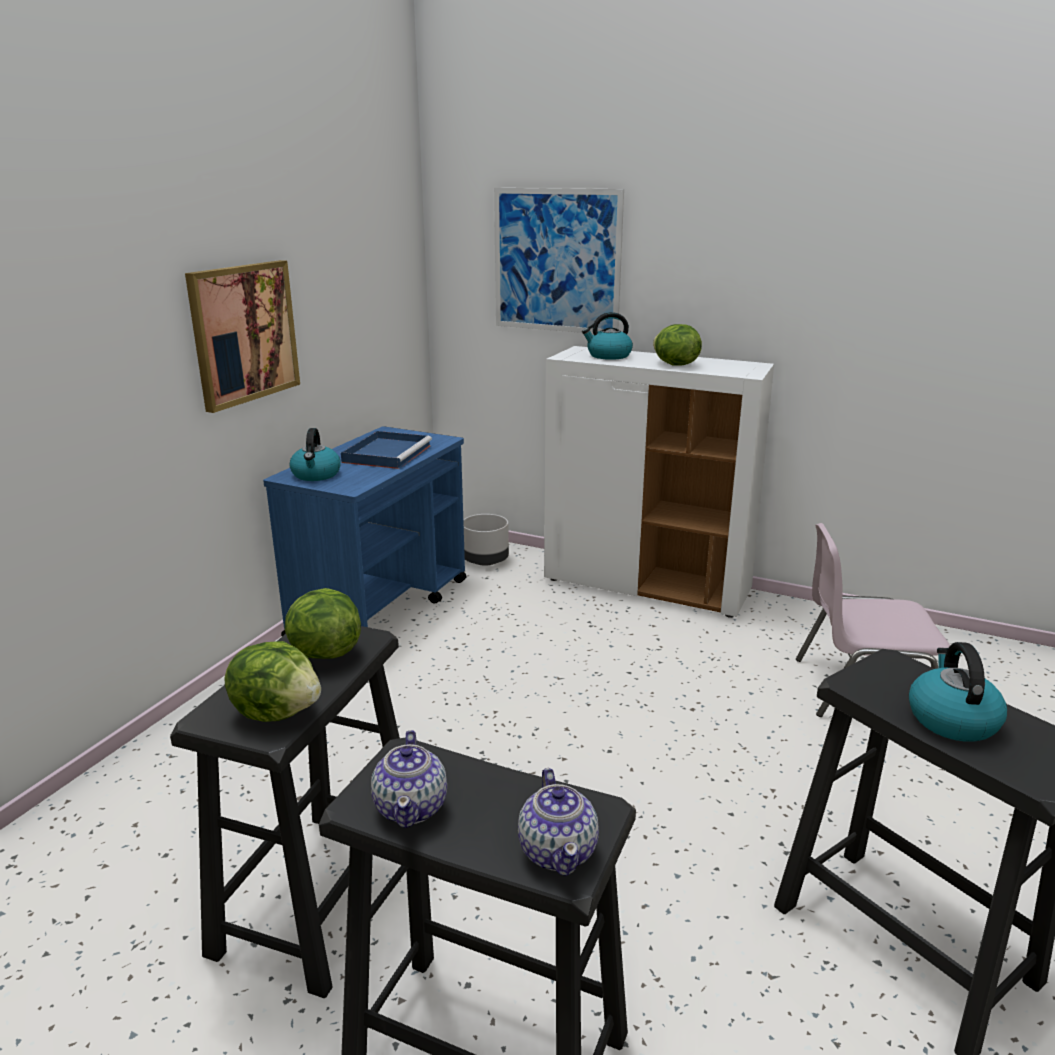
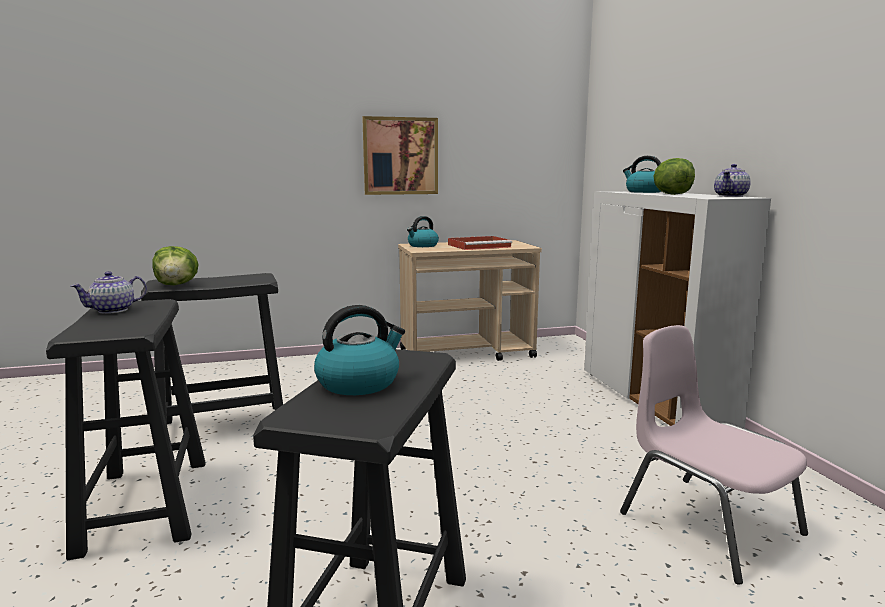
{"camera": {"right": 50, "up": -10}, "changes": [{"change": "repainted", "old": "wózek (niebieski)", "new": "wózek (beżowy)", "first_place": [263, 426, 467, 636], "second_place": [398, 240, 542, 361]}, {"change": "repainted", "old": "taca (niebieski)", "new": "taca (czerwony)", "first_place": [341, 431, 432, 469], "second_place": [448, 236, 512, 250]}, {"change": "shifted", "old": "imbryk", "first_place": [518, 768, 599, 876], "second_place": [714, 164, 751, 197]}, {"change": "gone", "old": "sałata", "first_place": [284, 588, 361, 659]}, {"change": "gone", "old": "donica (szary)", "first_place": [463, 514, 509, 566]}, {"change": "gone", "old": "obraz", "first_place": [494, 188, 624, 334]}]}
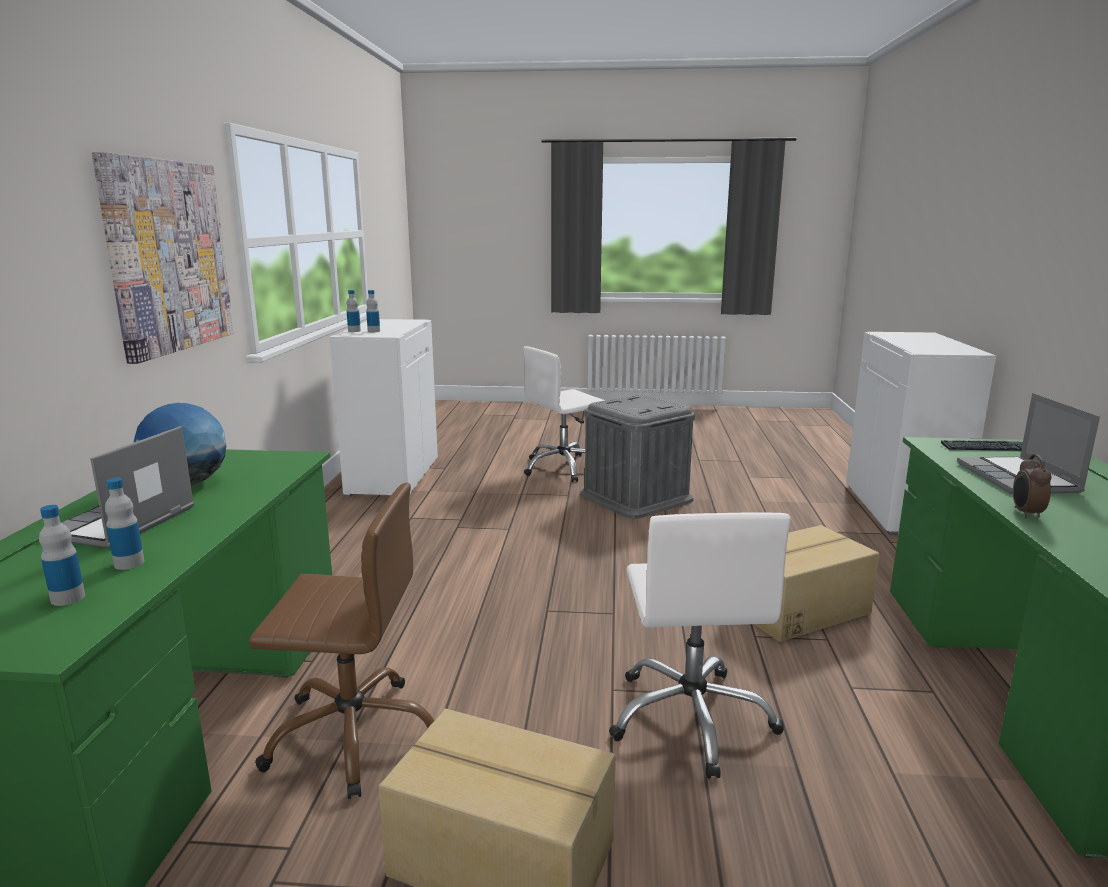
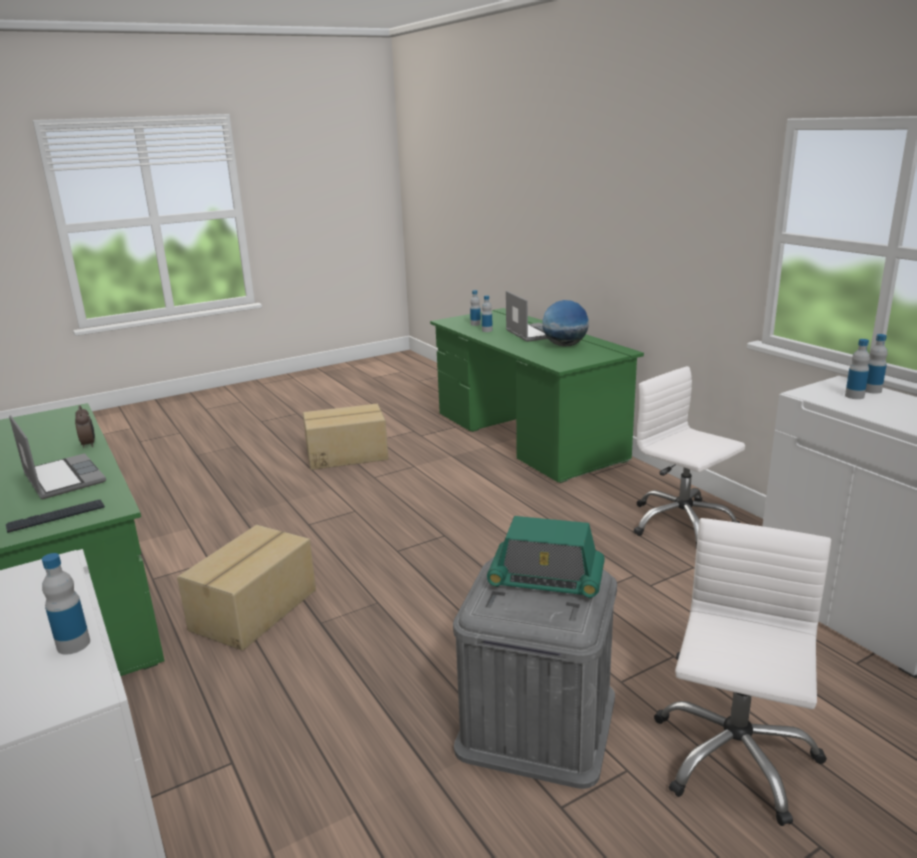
{"camera": {"right": 145, "up": 5}, "changes": [{"change": "new", "new": "butelka", "second_place": [42, 553, 90, 655]}, {"change": "new", "new": "radio", "second_place": [487, 516, 605, 598]}, {"change": "shifted", "old": "krzesło biurowe (biały)", "first_place": [609, 512, 791, 779], "second_place": [634, 366, 745, 548]}, {"change": "gone", "old": "obraz", "first_place": [92, 152, 234, 364]}, {"change": "gone", "old": "krzesło biurowe (brązowy)", "first_place": [249, 483, 434, 799]}]}
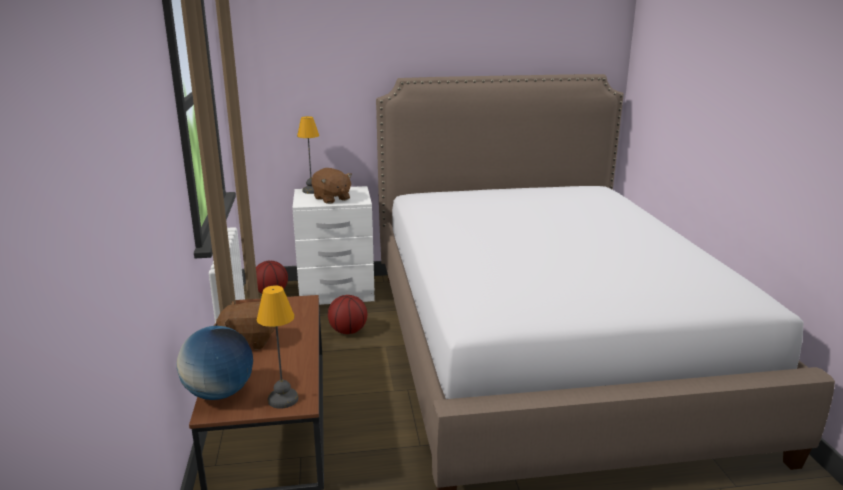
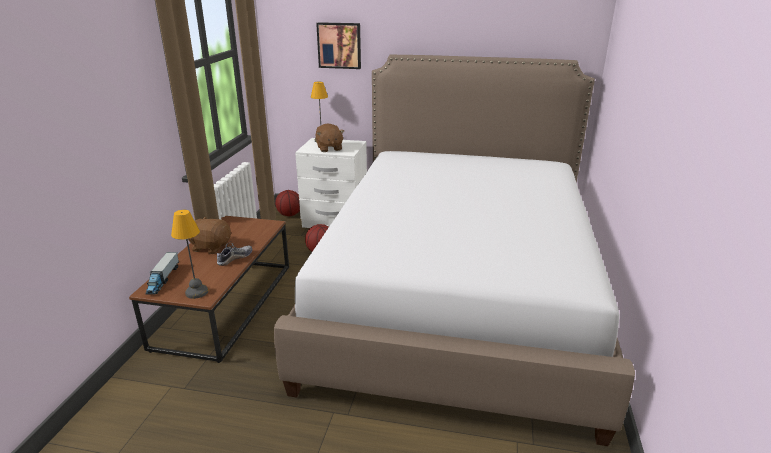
{"camera": {"right": 20, "up": 5}, "changes": [{"change": "swapped", "old": "globus", "new": "ciężarówka zabawkowa", "first_place": [177, 326, 253, 400], "second_place": [145, 252, 179, 295]}, {"change": "new", "new": "but", "second_place": [217, 242, 252, 266]}, {"change": "new", "new": "obraz", "second_place": [316, 22, 361, 69]}]}
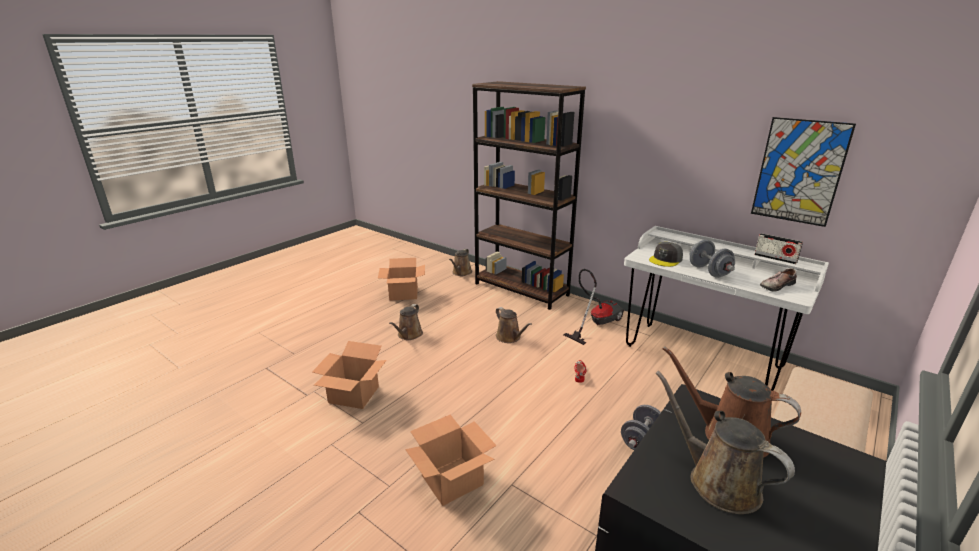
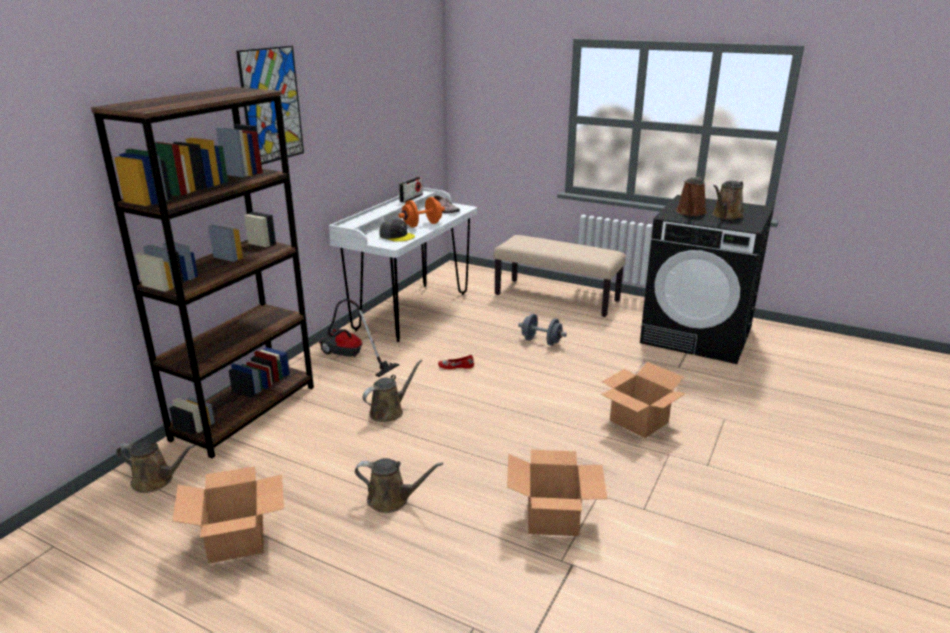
{"camera": {"right": -100, "up": 0}, "changes": [{"change": "shifted", "old": "obraz", "first_place": [751, 117, 856, 227], "second_place": [236, 46, 304, 165]}, {"change": "repainted", "old": "hantel (szary)", "new": "hantel (pomarańczowy)", "first_place": [690, 240, 735, 278], "second_place": [399, 197, 445, 228]}]}
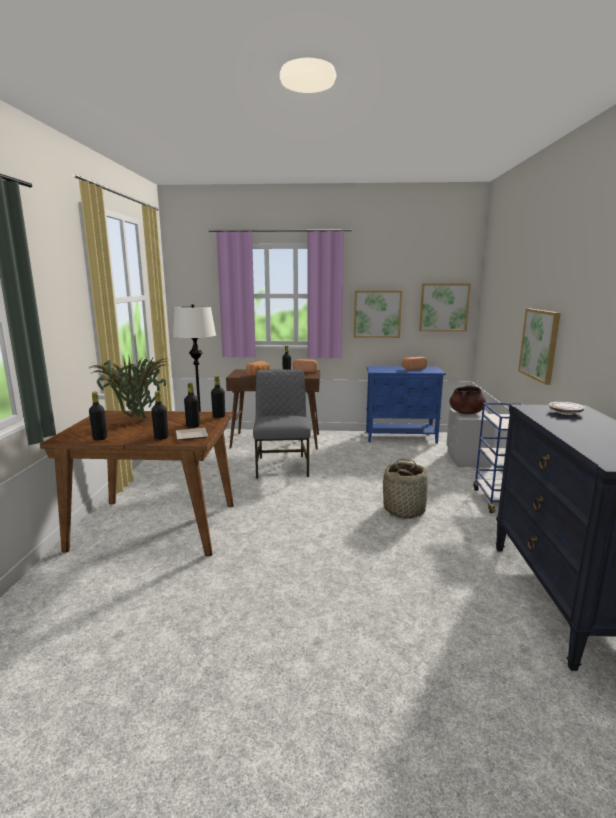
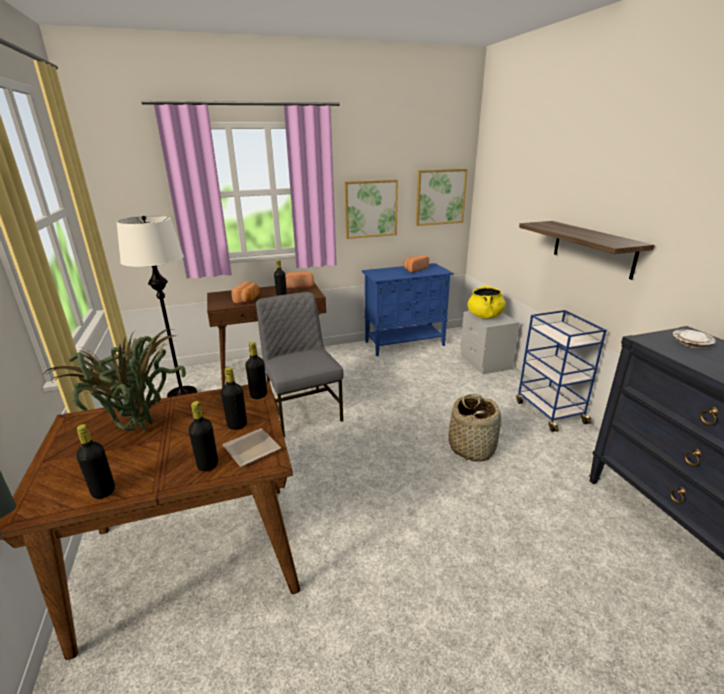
{"camera": {"right": -20, "up": 10}, "changes": [{"change": "repainted", "old": "garnek (brązowy)", "new": "garnek (żółty)", "first_place": [450, 385, 486, 414], "second_place": [467, 285, 506, 319]}, {"change": "swapped", "old": "obraz", "new": "półka", "first_place": [518, 308, 560, 385], "second_place": [519, 221, 655, 280]}]}
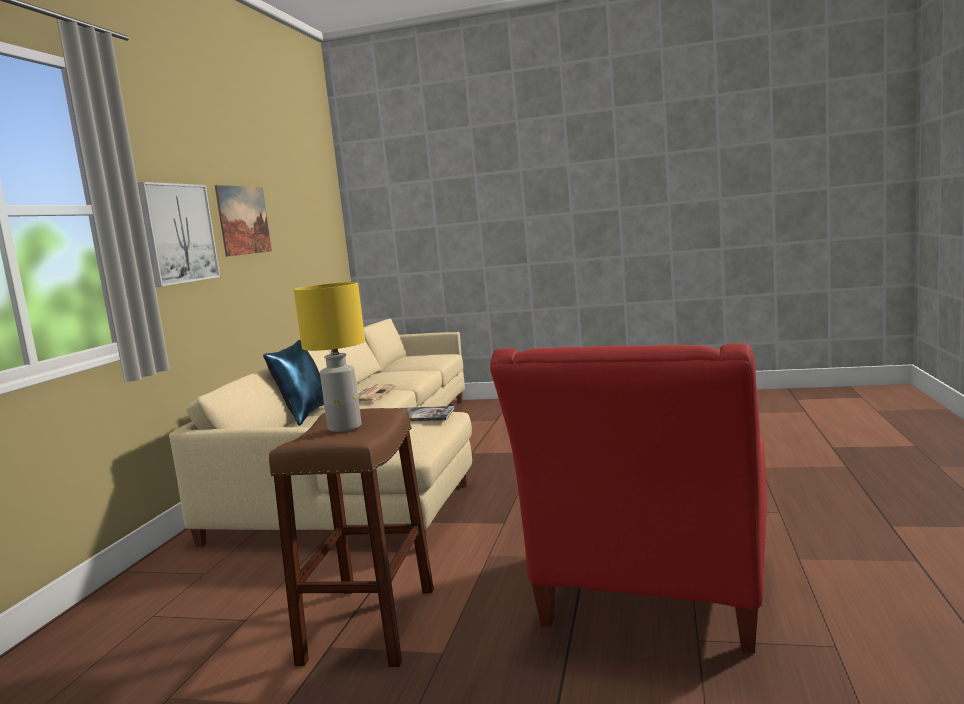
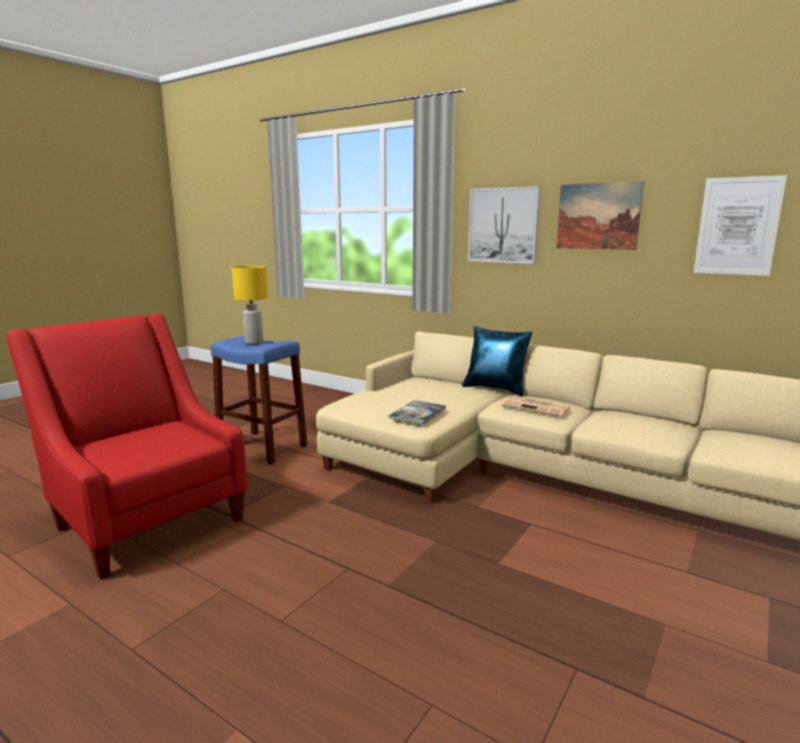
{"camera": {"right": 110, "up": 5}, "changes": [{"change": "repainted", "old": "stołek (brązowy)", "new": "stołek (niebieski)", "first_place": [269, 408, 434, 667], "second_place": [211, 336, 307, 465]}, {"change": "new", "new": "obraz", "second_place": [694, 175, 787, 276]}]}
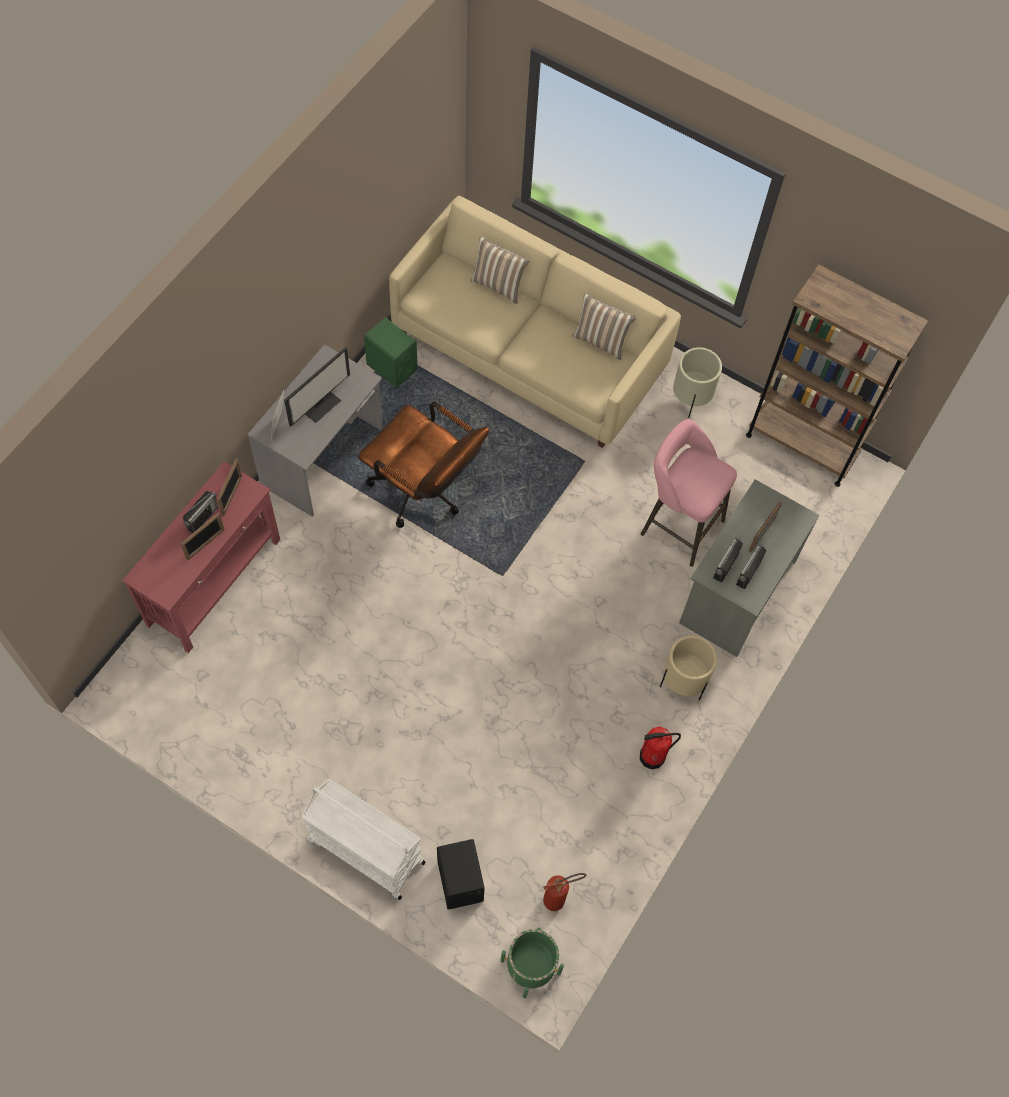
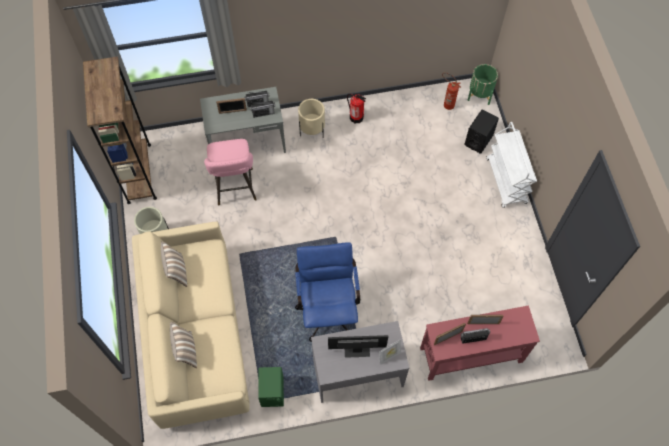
{"camera": {"right": -130, "up": 0}, "changes": [{"change": "repainted", "old": "krzesło biurowe (brązowy)", "new": "krzesło biurowe (niebieski)", "first_place": [358, 401, 489, 528], "second_place": [295, 242, 360, 342]}]}
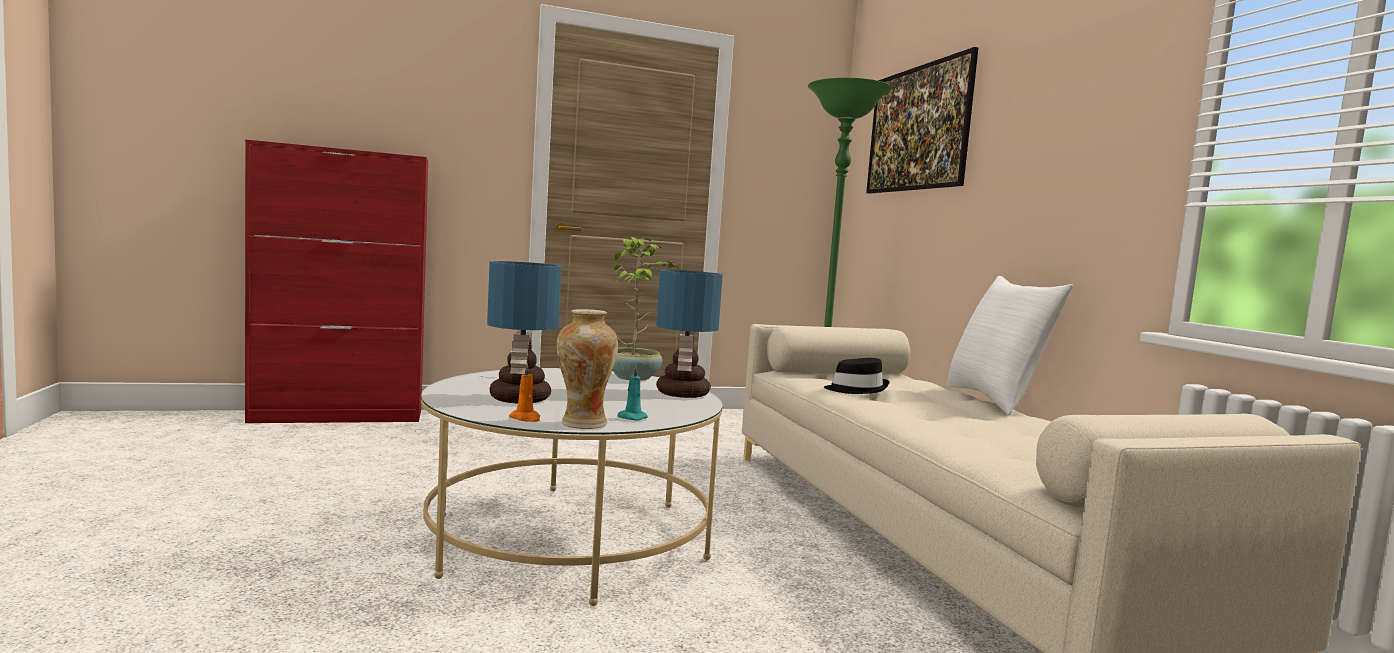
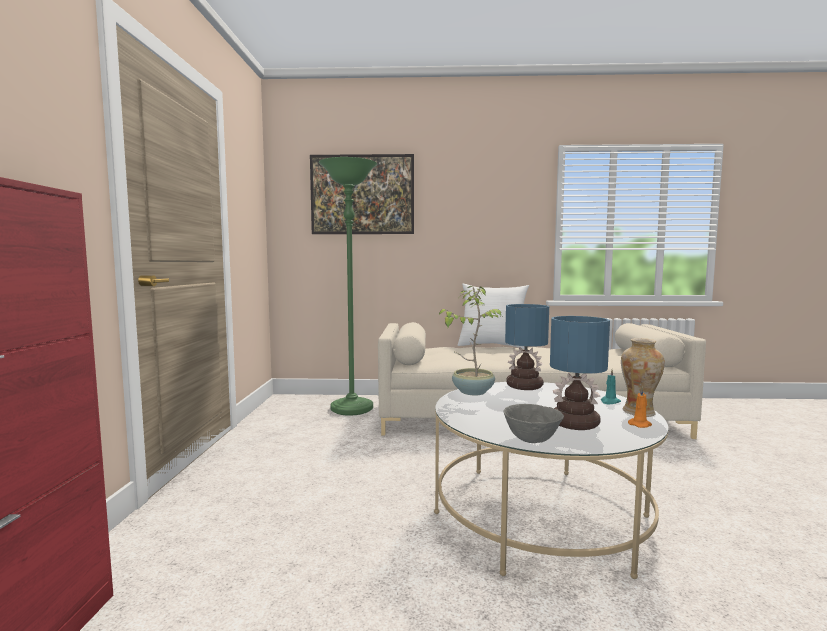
{"camera": {"right": -70, "up": 0}, "changes": [{"change": "new", "new": "miska (szary)", "second_place": [503, 404, 564, 443]}, {"change": "gone", "old": "kapelusz (czarny)", "first_place": [824, 358, 889, 394]}]}
